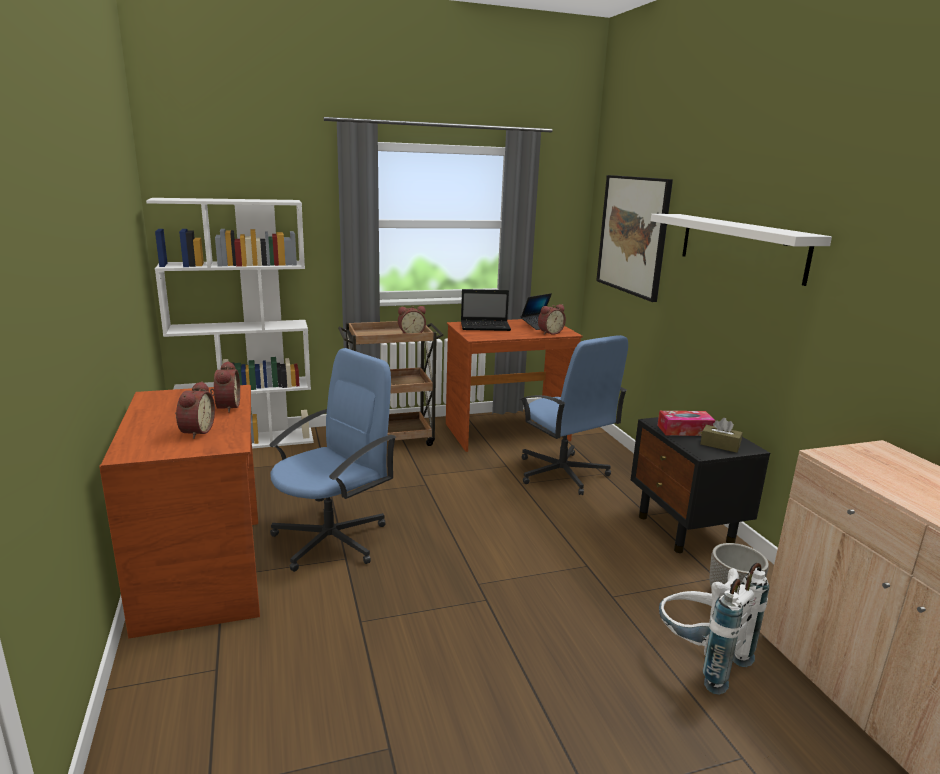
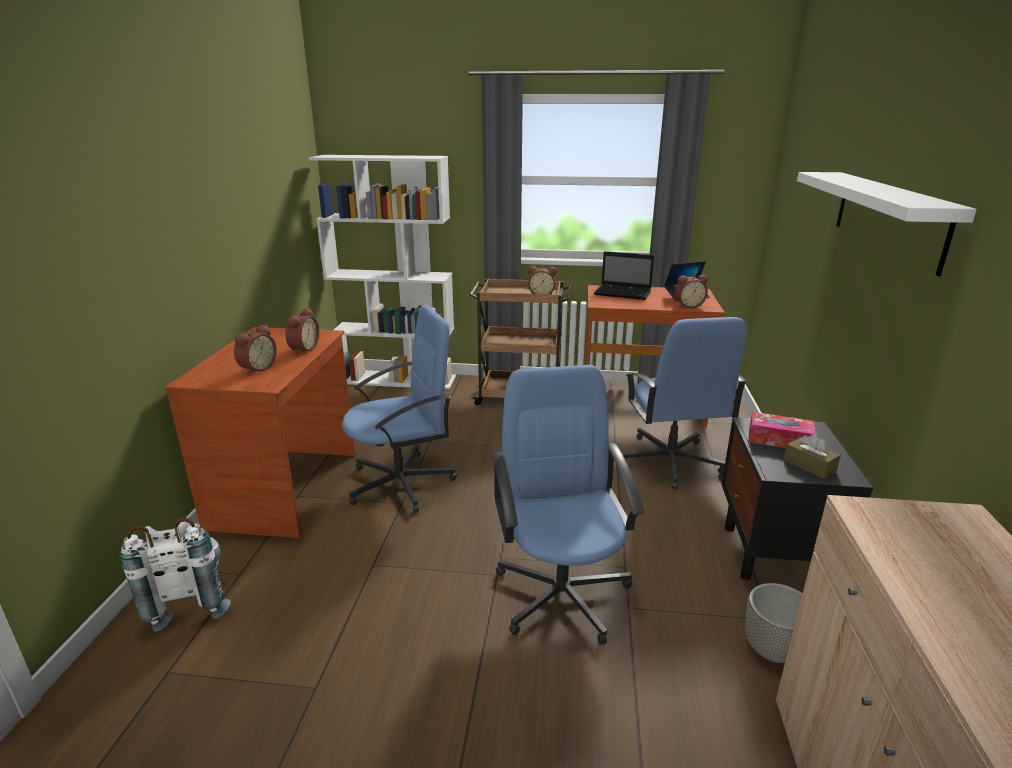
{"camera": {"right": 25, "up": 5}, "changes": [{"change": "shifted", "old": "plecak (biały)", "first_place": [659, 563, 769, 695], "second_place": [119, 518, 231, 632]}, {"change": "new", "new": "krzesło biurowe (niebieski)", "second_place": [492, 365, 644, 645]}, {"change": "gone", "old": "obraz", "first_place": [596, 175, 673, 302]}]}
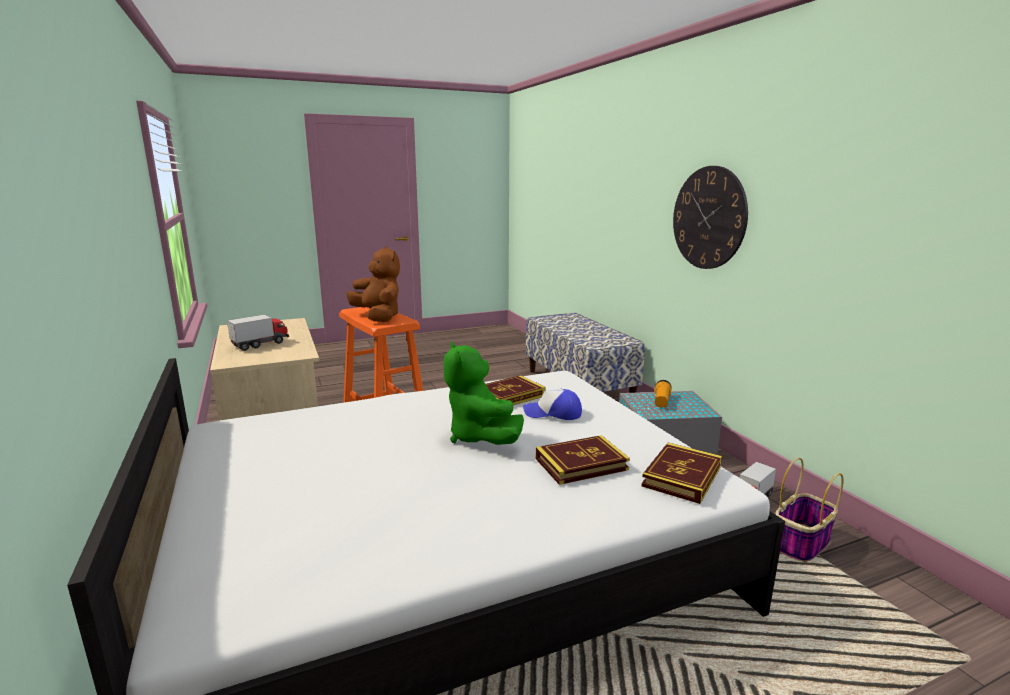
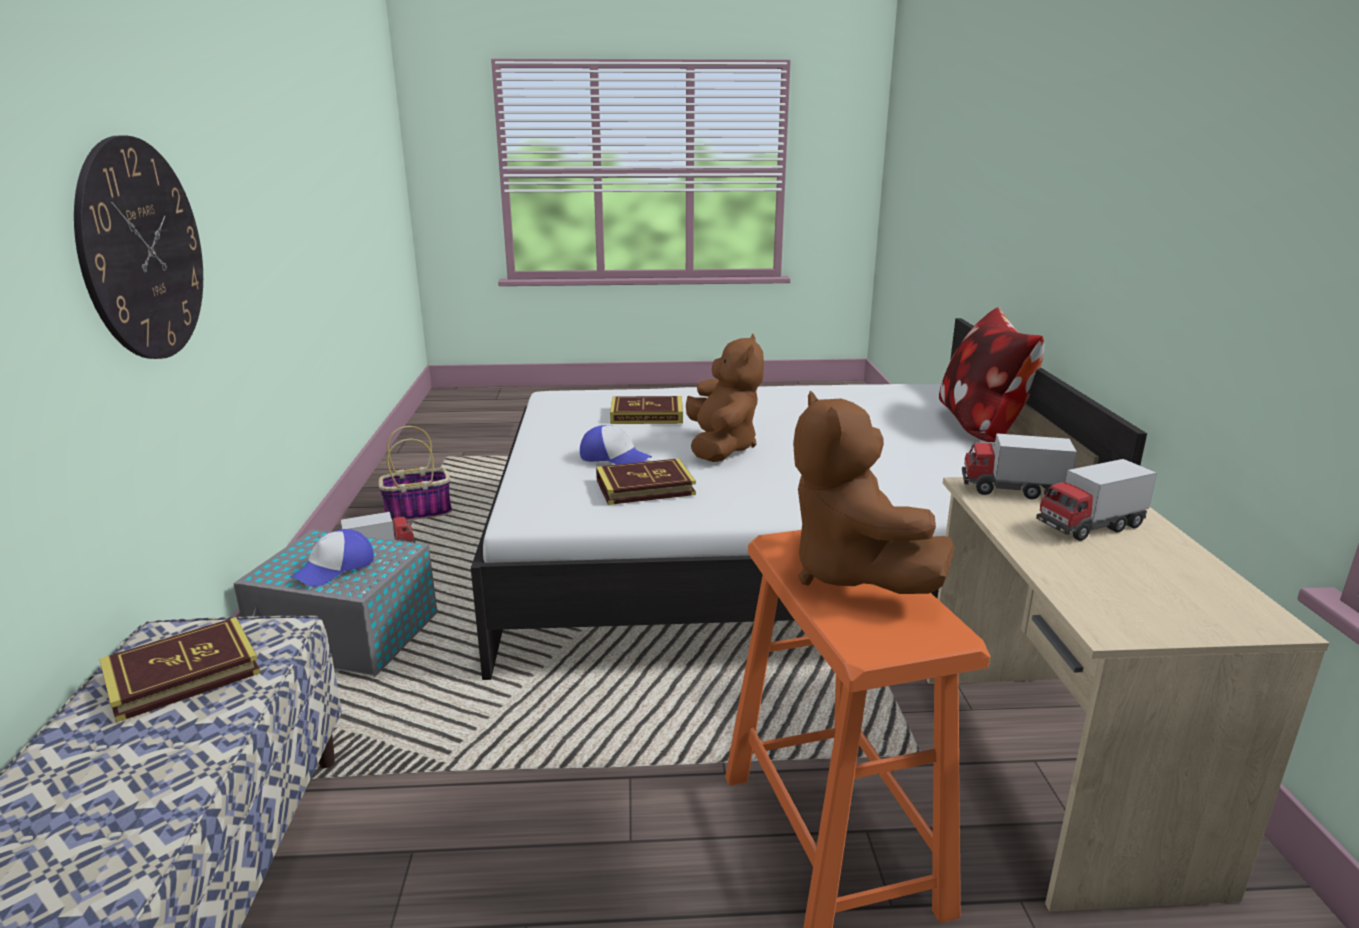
{"camera": {"right": -160, "up": 5}, "changes": [{"change": "shifted", "old": "książka", "first_place": [642, 443, 722, 504], "second_place": [100, 617, 260, 723]}, {"change": "swapped", "old": "latarka", "new": "czapka z daszkiem", "first_place": [655, 380, 672, 408], "second_place": [291, 529, 374, 587]}, {"change": "repainted", "old": "pluszak (zielony)", "new": "pluszak (brązowy)", "first_place": [443, 342, 524, 445], "second_place": [686, 334, 764, 462]}, {"change": "new", "new": "poduszka", "second_place": [939, 307, 1044, 442]}, {"change": "new", "new": "ciężarówka zabawkowa", "second_place": [962, 433, 1077, 499]}]}
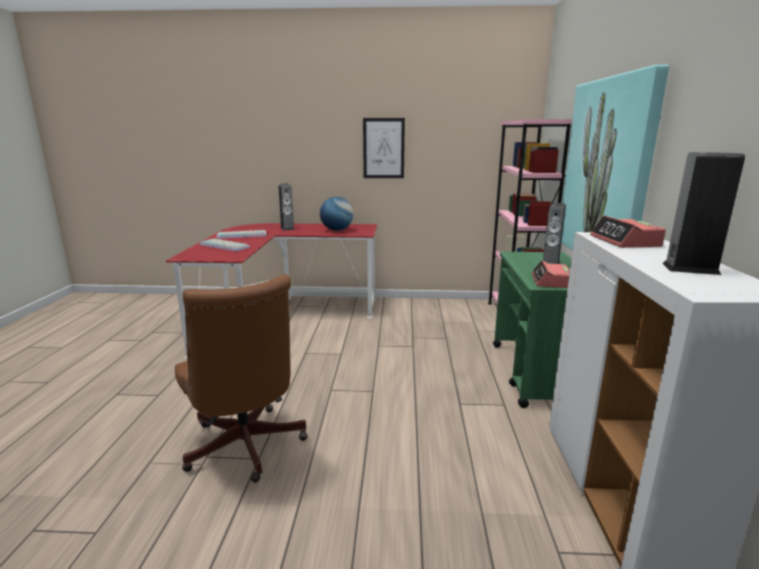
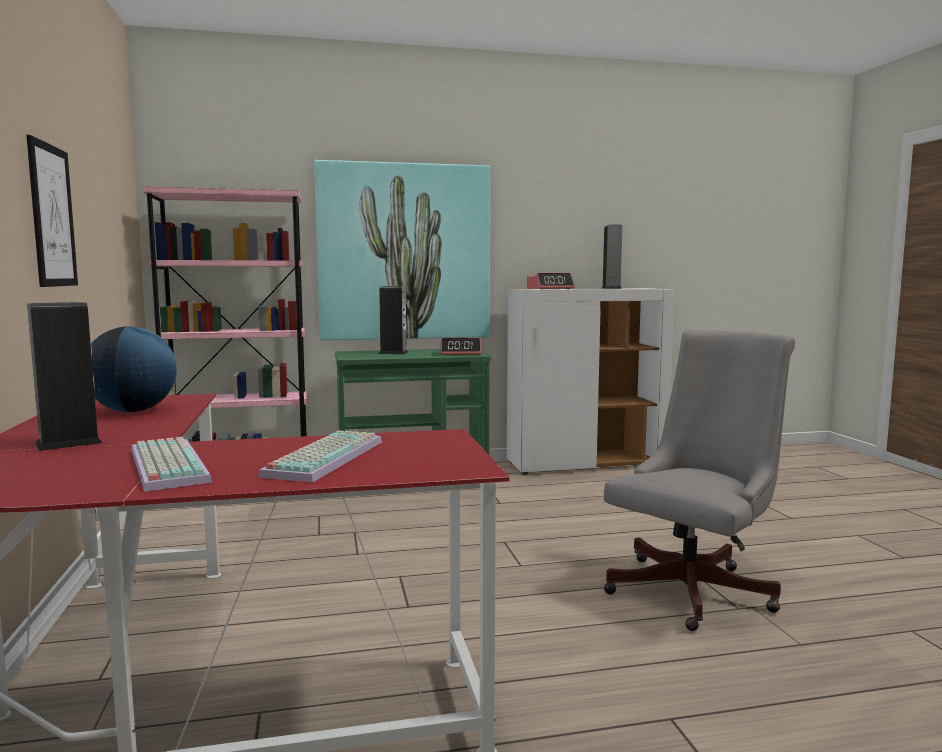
{"camera": {"right": -105, "up": -10}, "changes": [{"change": "repainted", "old": "krzesło biurowe (brązowy)", "new": "krzesło biurowe (szary)", "first_place": [175, 274, 308, 482], "second_place": [604, 330, 795, 631]}]}
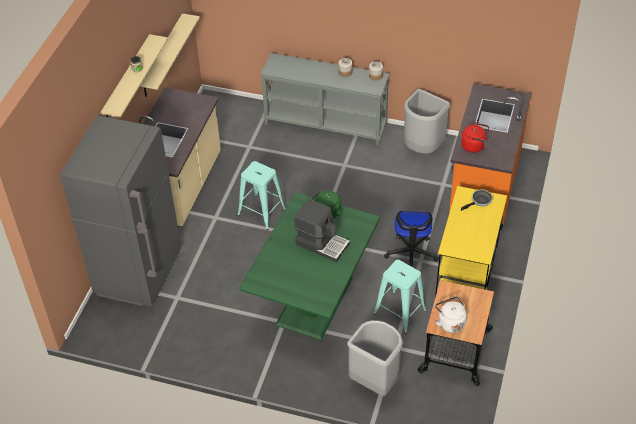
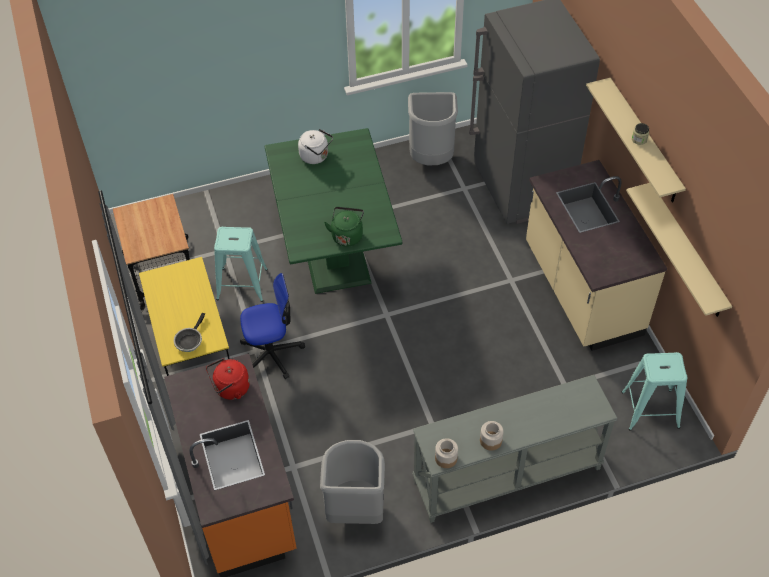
{"camera": {"right": 145, "up": 5}, "changes": [{"change": "rotated", "old": "krzesło biurowe", "first_place": [384, 210, 439, 267], "second_place": [240, 273, 305, 379], "degrees": 105}, {"change": "shifted", "old": "czajnik (biały)", "first_place": [435, 296, 467, 333], "second_place": [298, 129, 333, 164]}, {"change": "shifted", "old": "kosz na śmieci (szary)", "first_place": [347, 320, 403, 396], "second_place": [408, 92, 458, 165]}, {"change": "shifted", "old": "stołek (turkusowy)", "first_place": [237, 161, 285, 230], "second_place": [622, 352, 688, 431]}, {"change": "gone", "old": "ekspres do kawy", "first_place": [294, 199, 350, 262]}]}
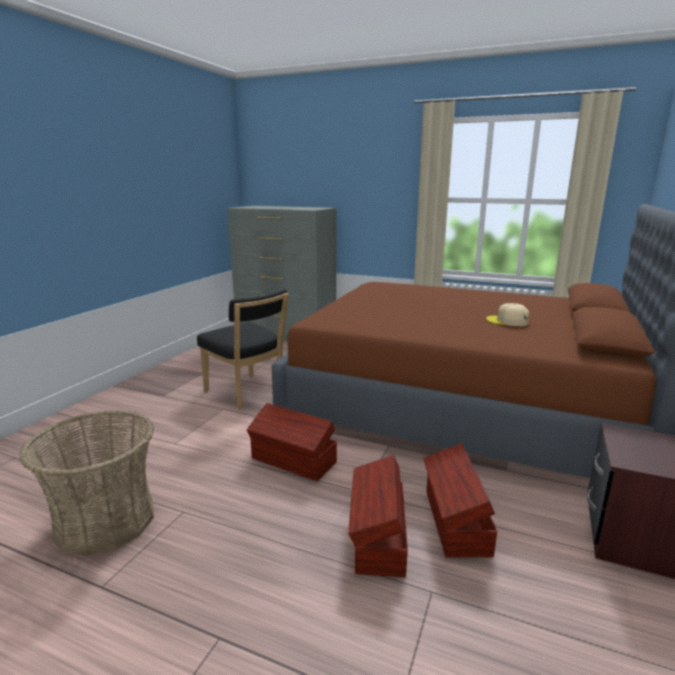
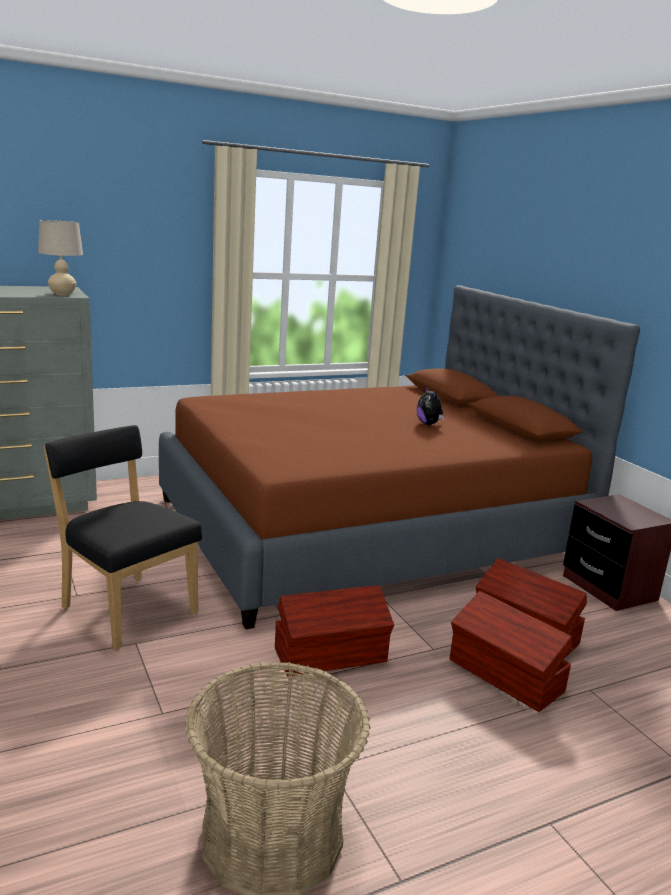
{"camera": {"right": -50, "up": 0}, "changes": [{"change": "new", "new": "lampa stołowa (beżowy)", "second_place": [38, 220, 83, 296]}, {"change": "rotated", "old": "krzesło (czarny)", "first_place": [197, 289, 289, 410], "second_place": [44, 425, 202, 650], "degrees": -135}, {"change": "swapped", "old": "czapka z daszkiem (beżowy)", "new": "pluszak", "first_place": [486, 303, 529, 326], "second_place": [417, 387, 445, 425]}]}
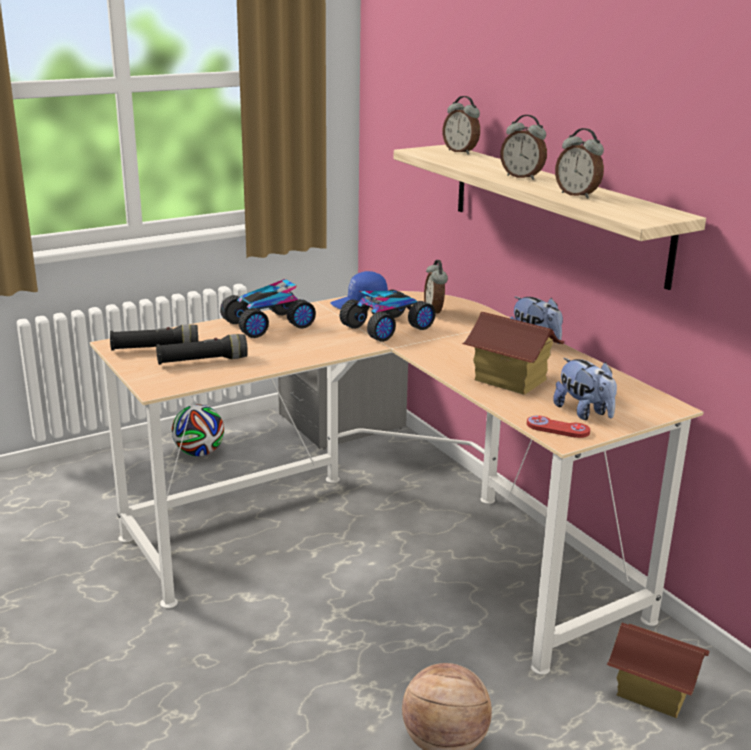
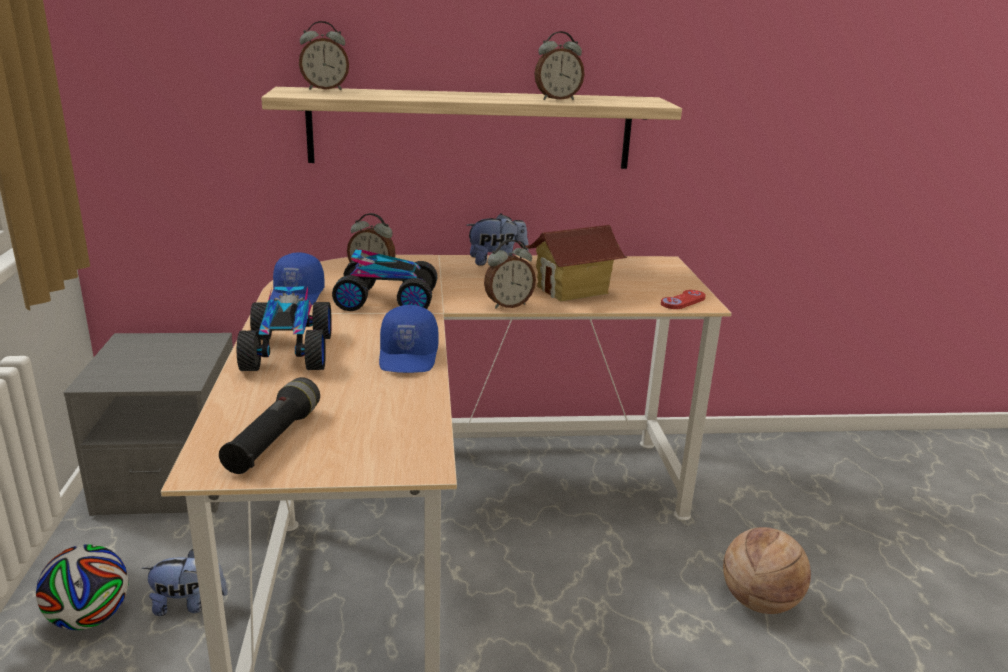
{"camera": {"right": -65, "up": 0}, "changes": [{"change": "shifted", "old": "pluszak", "first_place": [553, 358, 617, 420], "second_place": [142, 549, 228, 616]}, {"change": "rotated", "old": "samochodzik", "first_place": [340, 290, 435, 342], "second_place": [332, 248, 437, 311], "degrees": 105}, {"change": "new", "new": "czapka z daszkiem (niebieski)", "second_place": [379, 305, 439, 373]}, {"change": "shifted", "old": "budzik", "first_place": [500, 115, 547, 180], "second_place": [484, 239, 536, 309]}, {"change": "gone", "old": "latarka (czarny)", "first_place": [156, 334, 248, 365]}, {"change": "gone", "old": "domek", "first_place": [607, 623, 709, 718]}]}
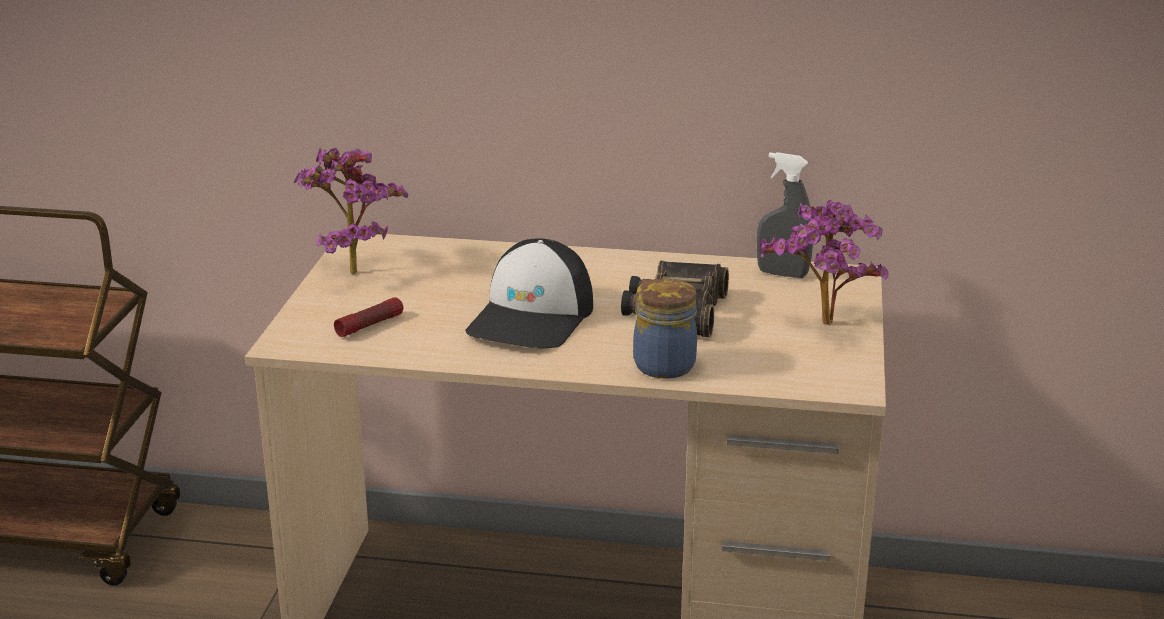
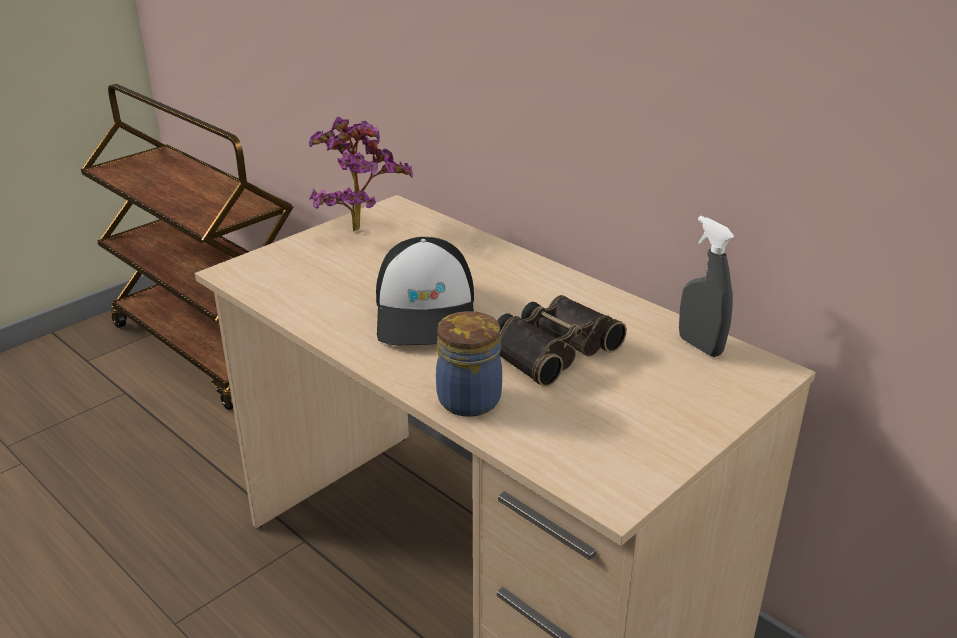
{"camera": {"right": 35, "up": 5}, "changes": [{"change": "rotated", "old": "czapka z daszkiem", "first_place": [465, 239, 593, 348], "second_place": [376, 237, 474, 345], "degrees": -60}, {"change": "gone", "old": "latarka", "first_place": [334, 297, 403, 337]}, {"change": "gone", "old": "roślina doniczkowa", "first_place": [759, 200, 888, 325]}]}
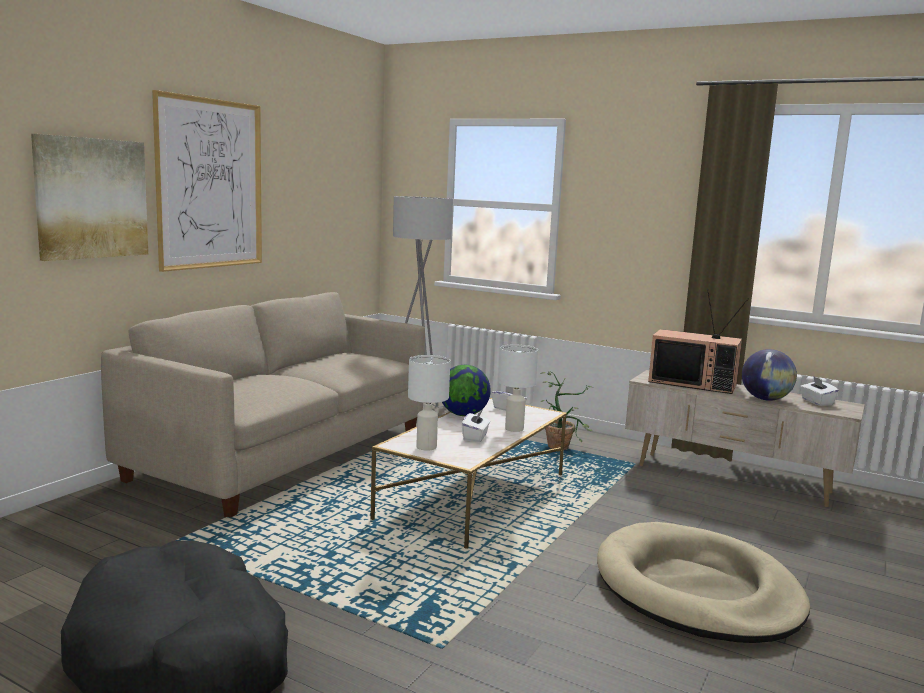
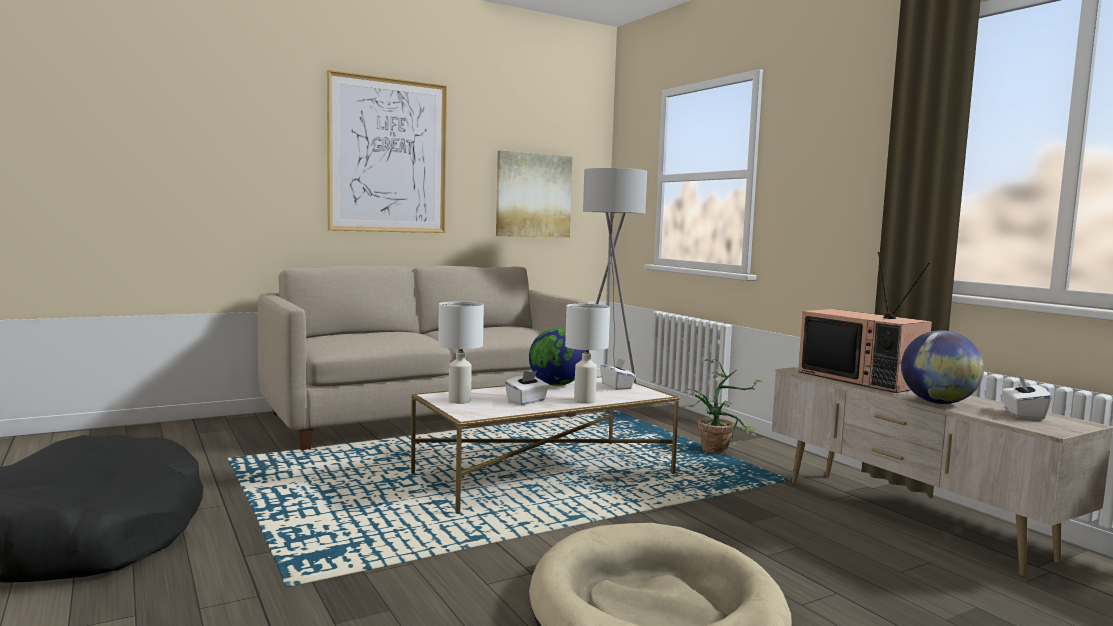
{"camera": {"right": 30, "up": -5}, "changes": [{"change": "shifted", "old": "obraz", "first_place": [31, 134, 148, 261], "second_place": [496, 150, 572, 238]}]}
